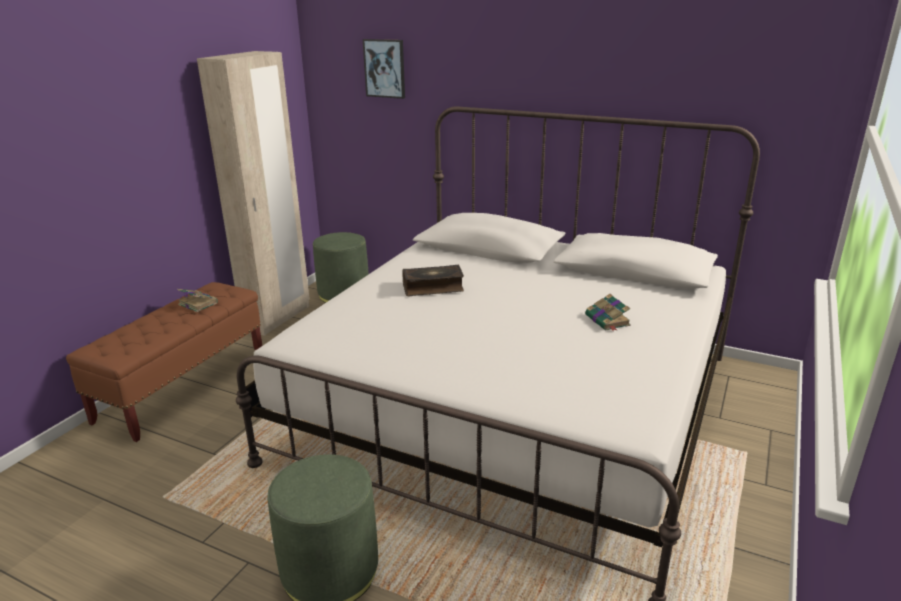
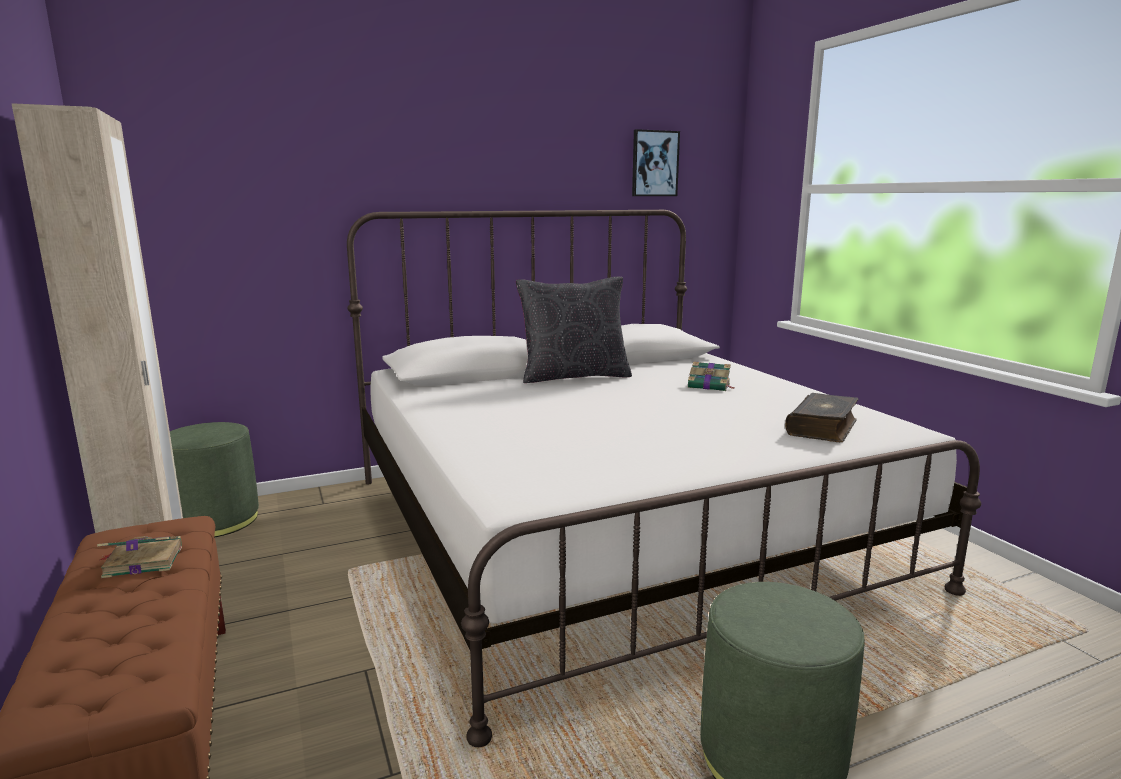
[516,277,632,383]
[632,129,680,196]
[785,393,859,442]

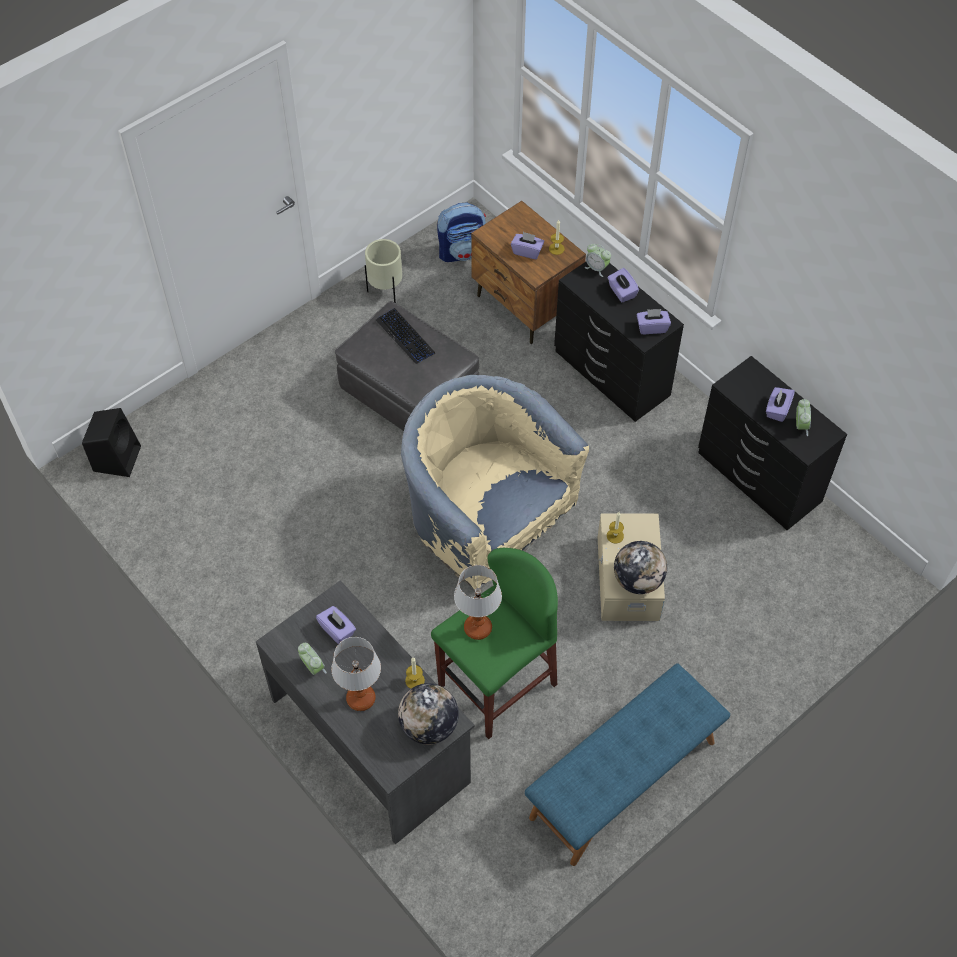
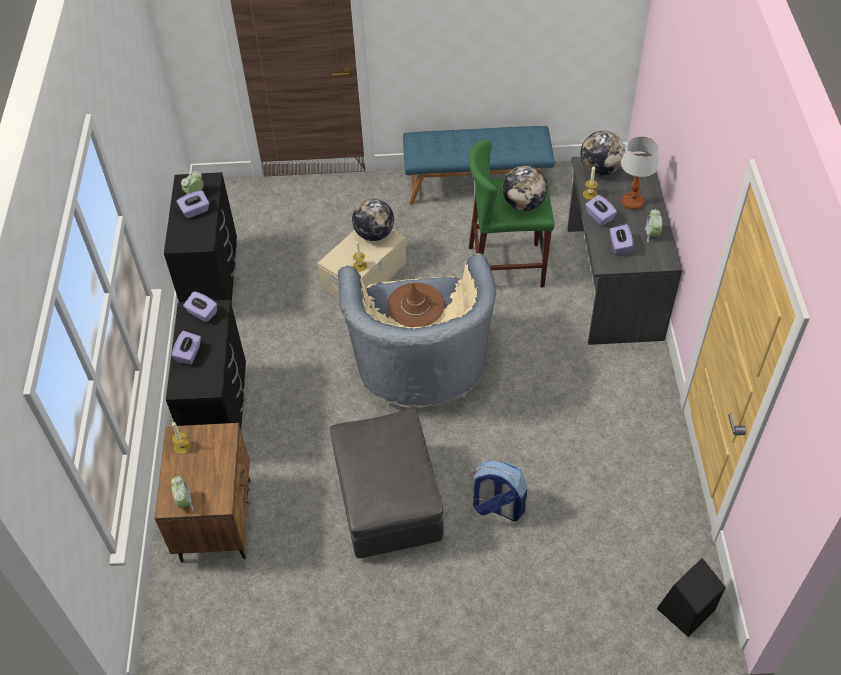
[365,239,402,303] (first image)
[376,308,435,364] (first image)
[387,283,445,327]
[473,460,527,521]
[585,195,617,226]
[171,476,194,511]
[502,165,548,211]

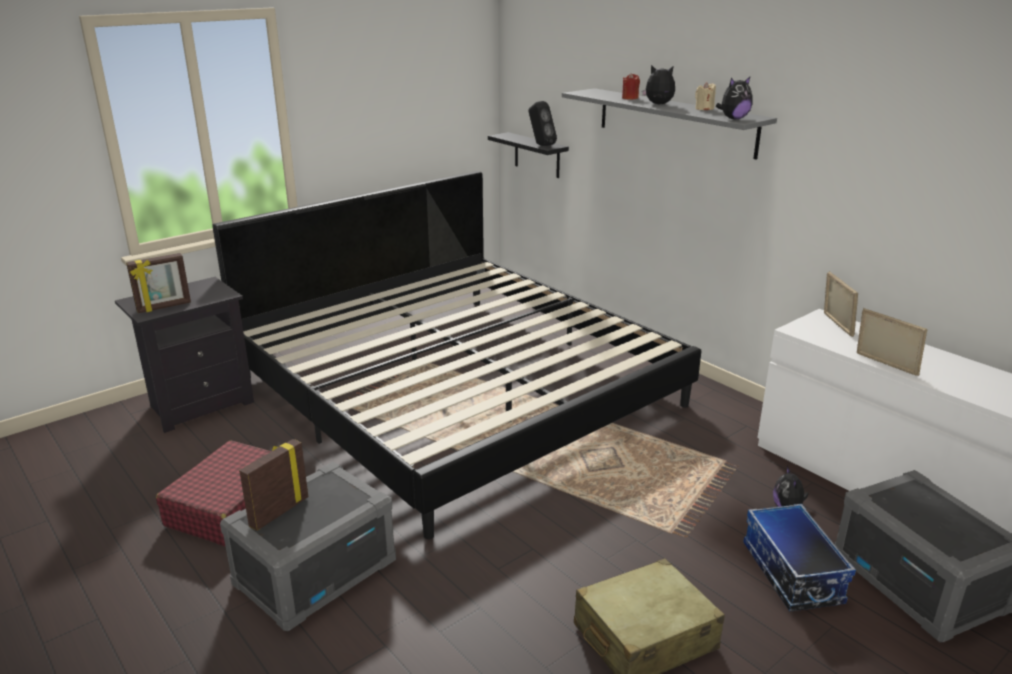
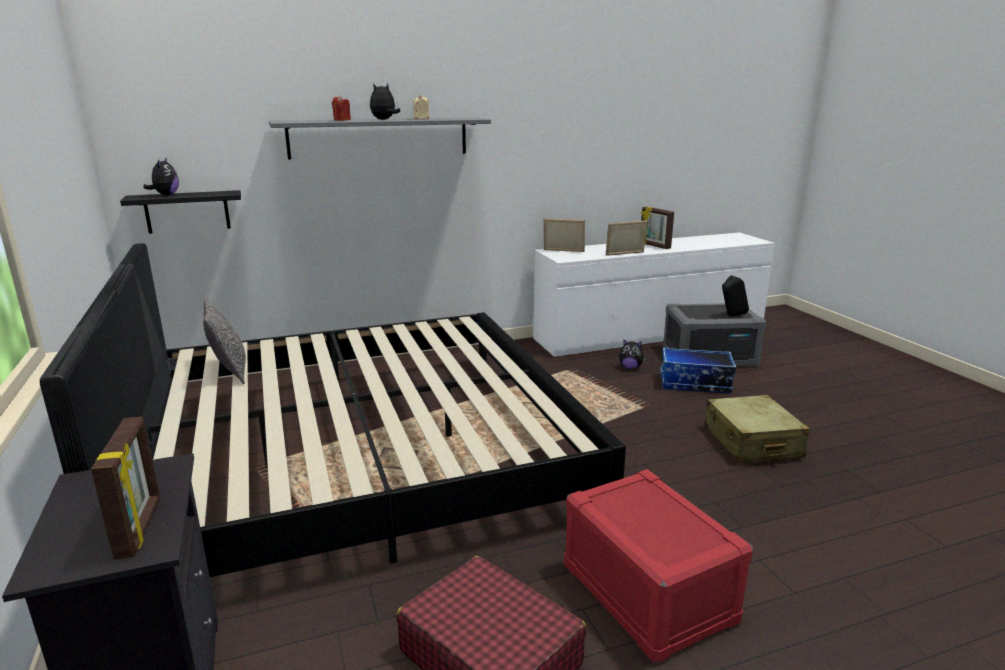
[203,298,246,384]
[641,207,674,249]
[722,275,749,317]
[143,159,179,195]
[564,469,753,663]

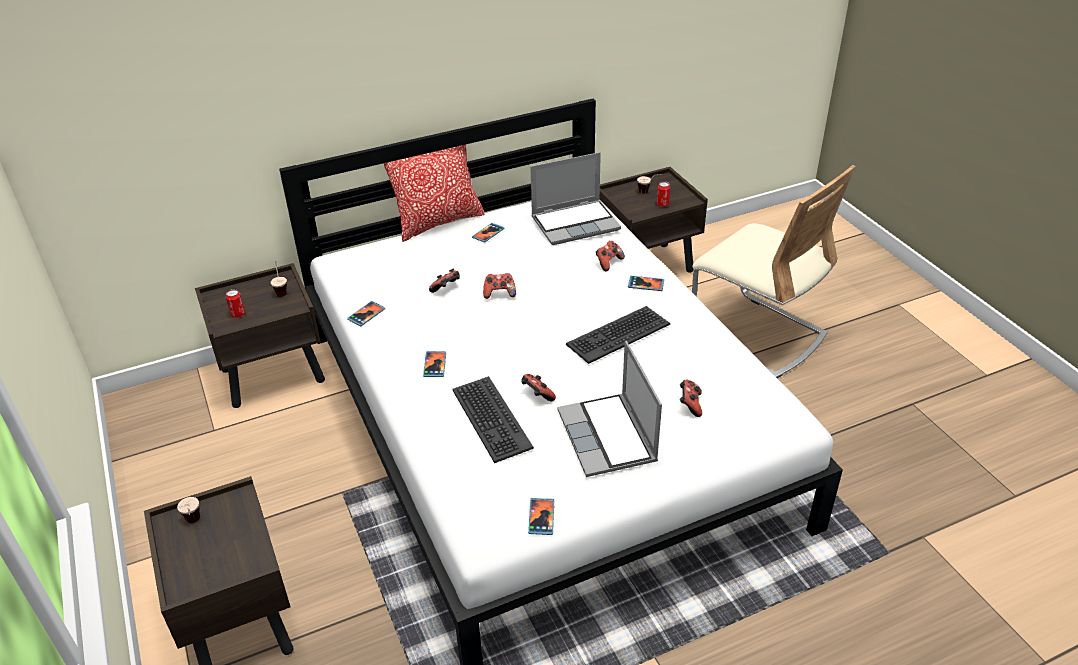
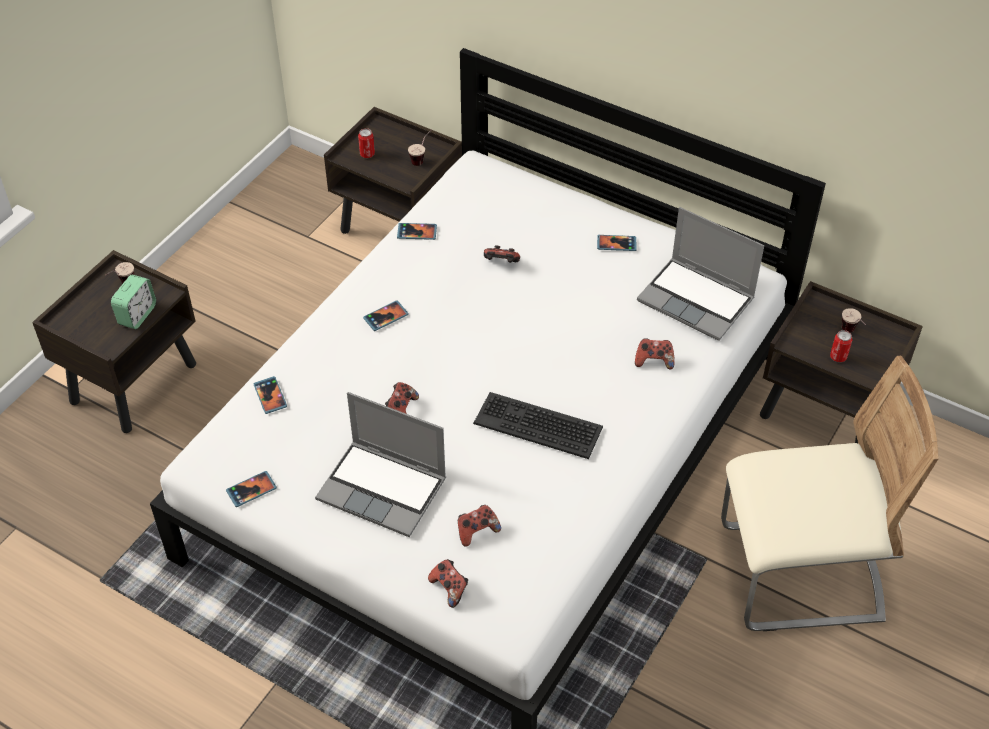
[384,144,485,242] (first image)
[452,376,534,463] (first image)
[111,275,156,329]
[428,559,468,608]
[253,376,287,414]
[315,392,446,537]
[721,356,939,631]

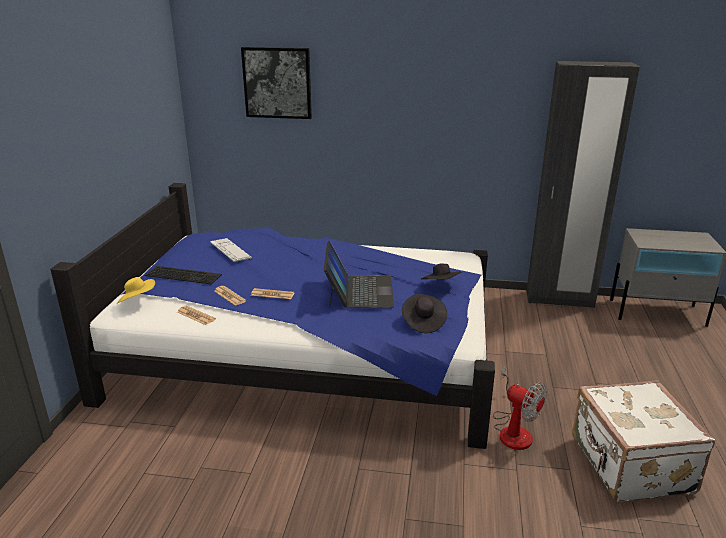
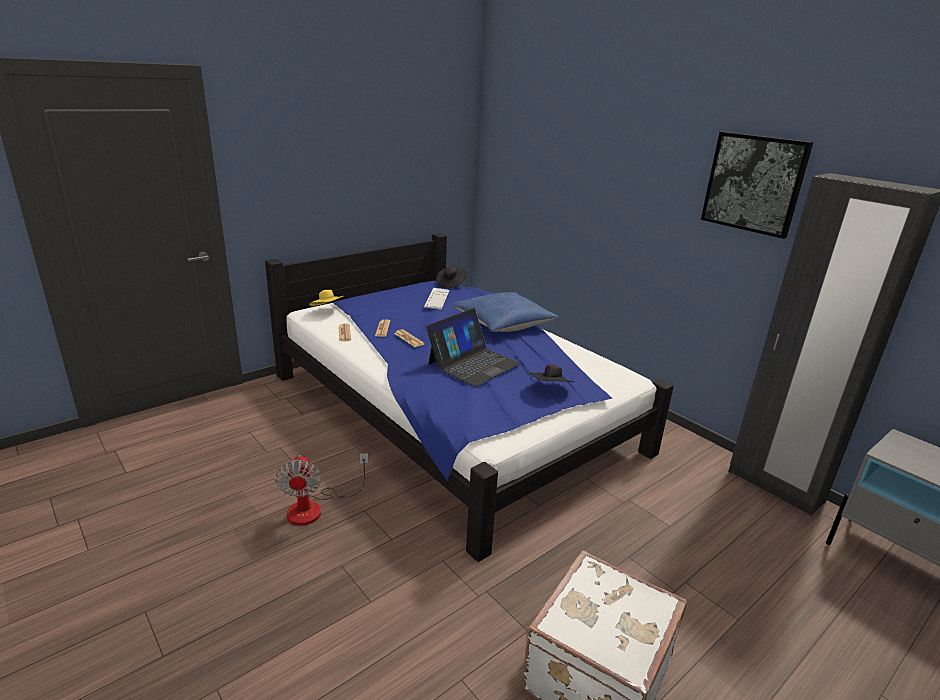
[145,266,222,285] (first image)
[453,292,558,332]
[701,132,813,239]
[436,266,467,288]
[275,453,368,525]

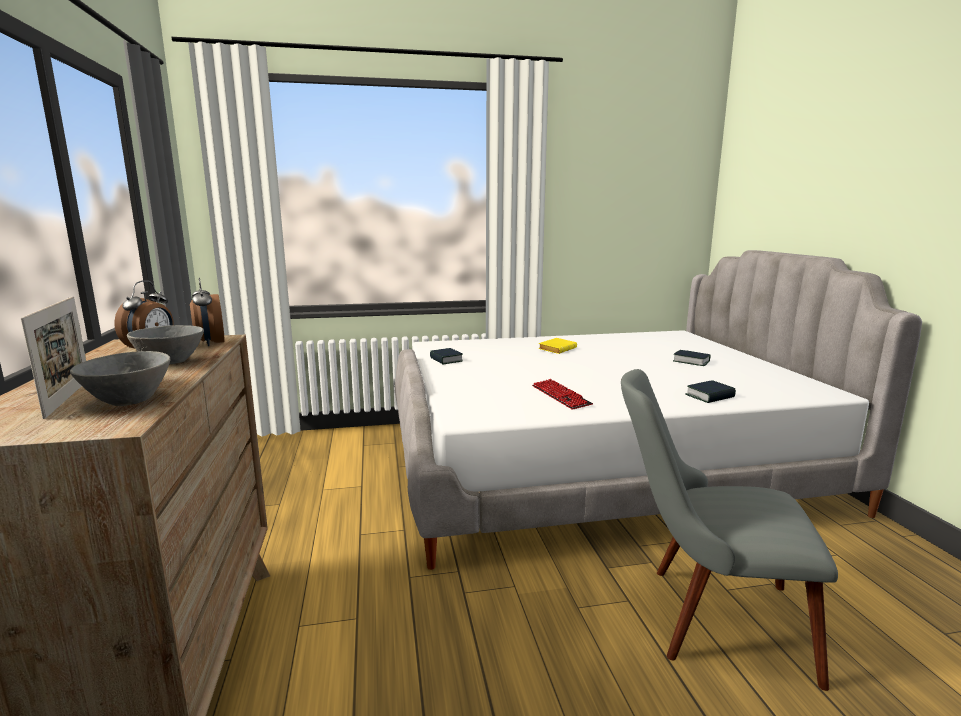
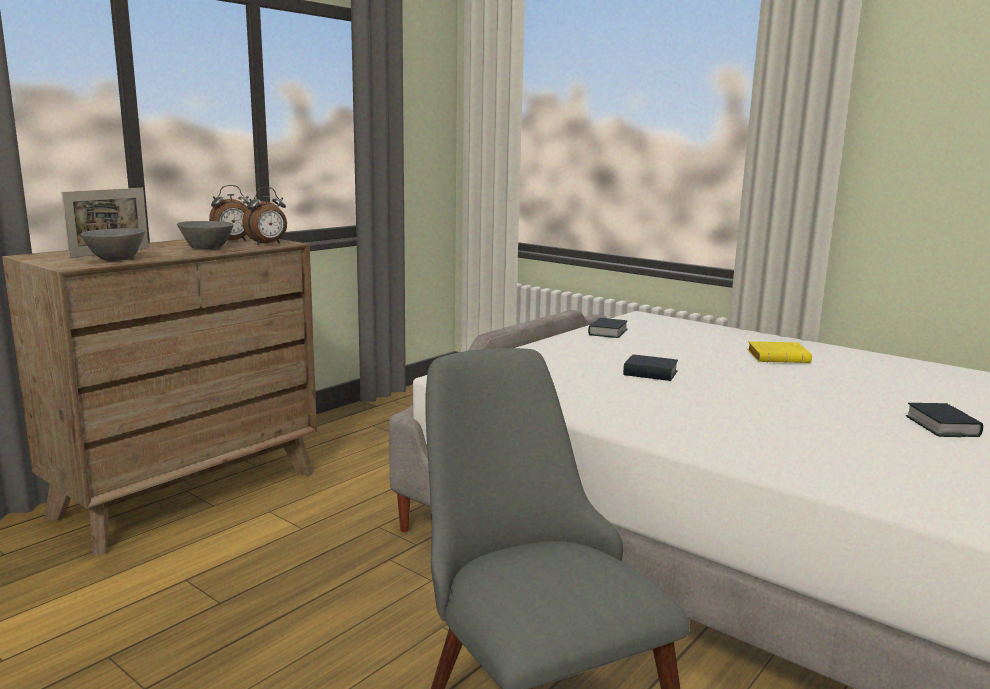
[532,379,593,410] (first image)
[623,355,678,381]
[242,187,287,245]

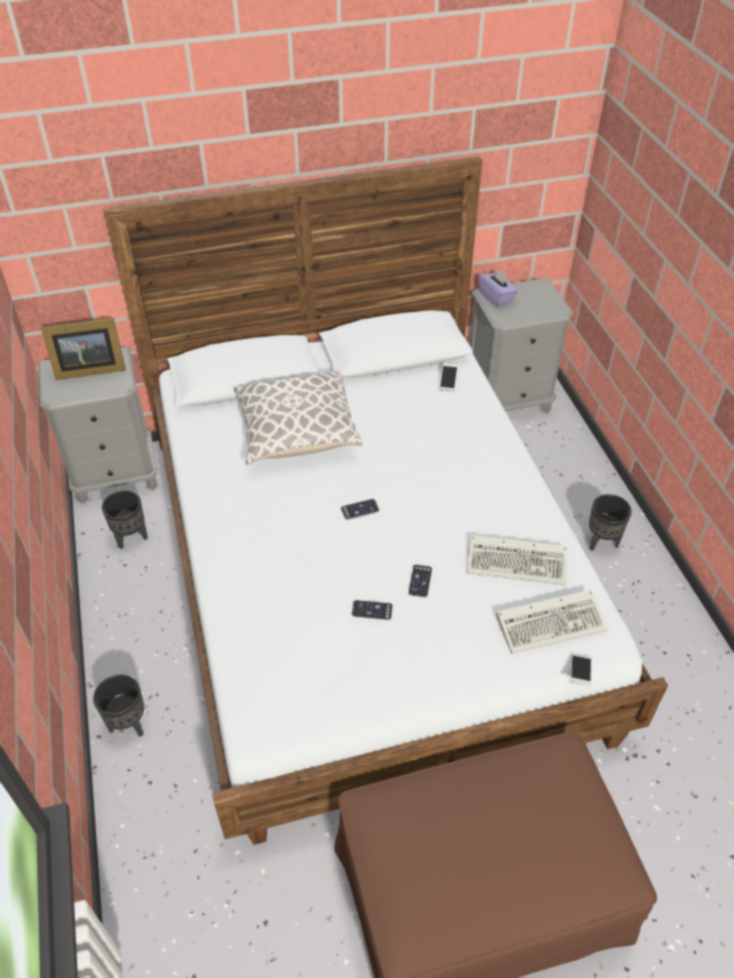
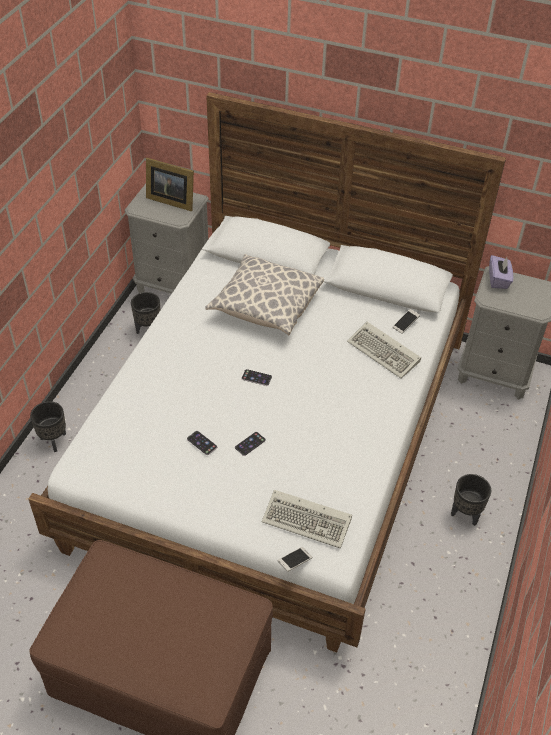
[347,322,421,379]

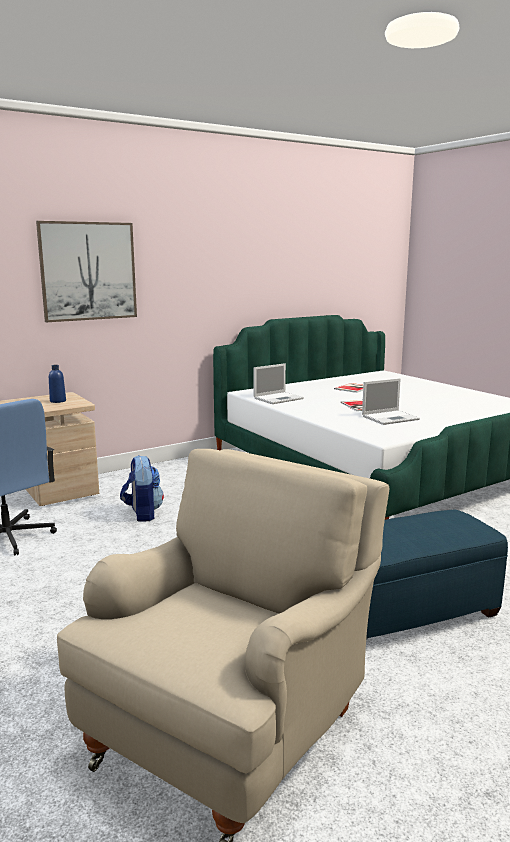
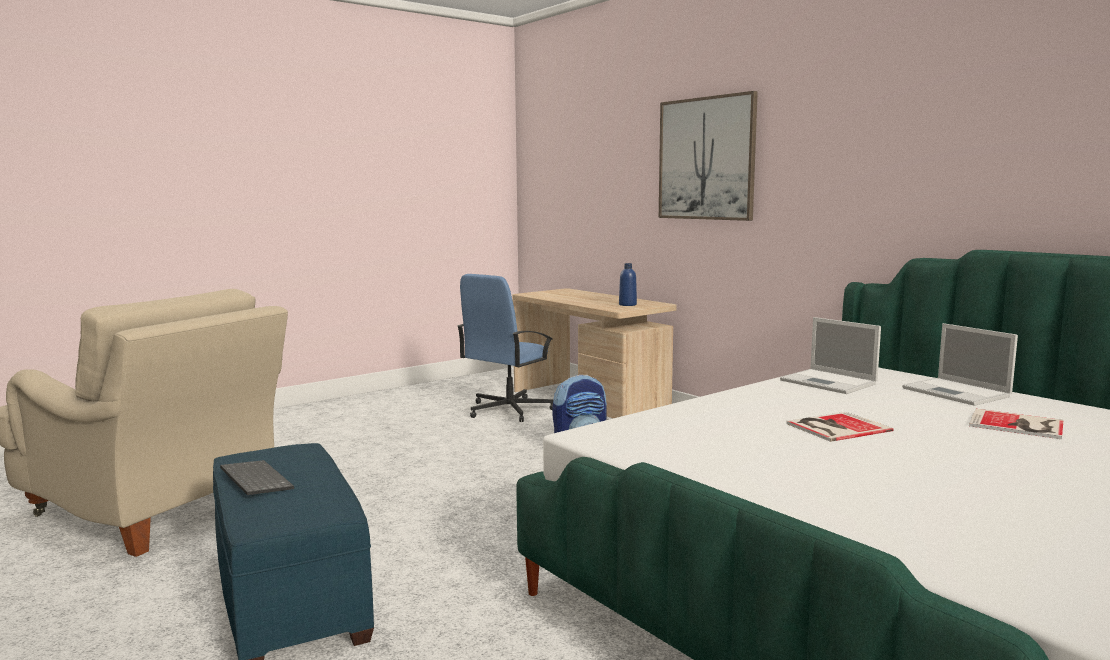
[220,460,294,495]
[902,323,1018,406]

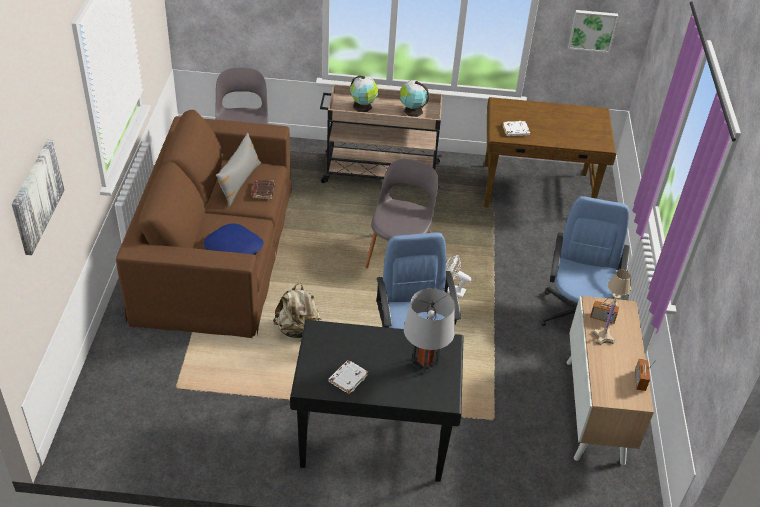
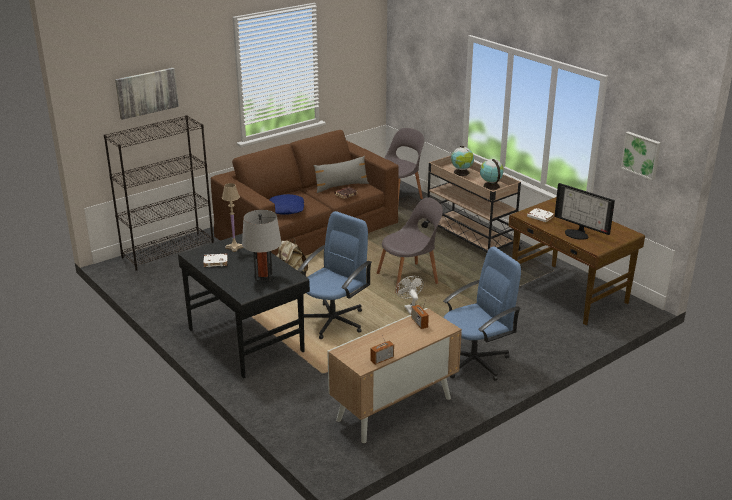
[104,115,214,271]
[554,183,615,240]
[222,183,243,252]

